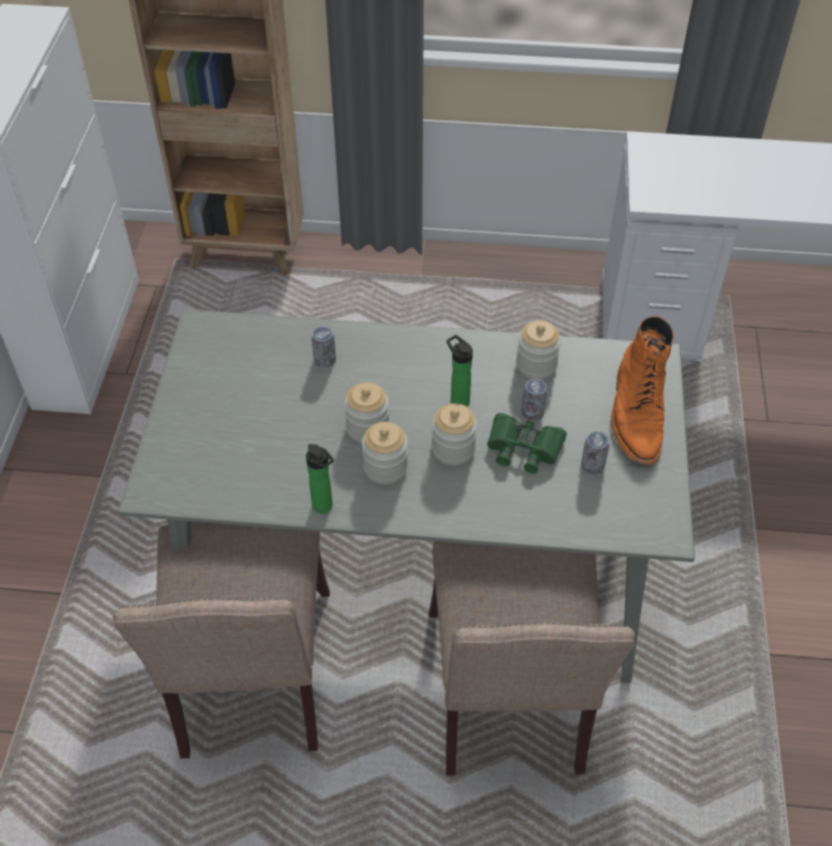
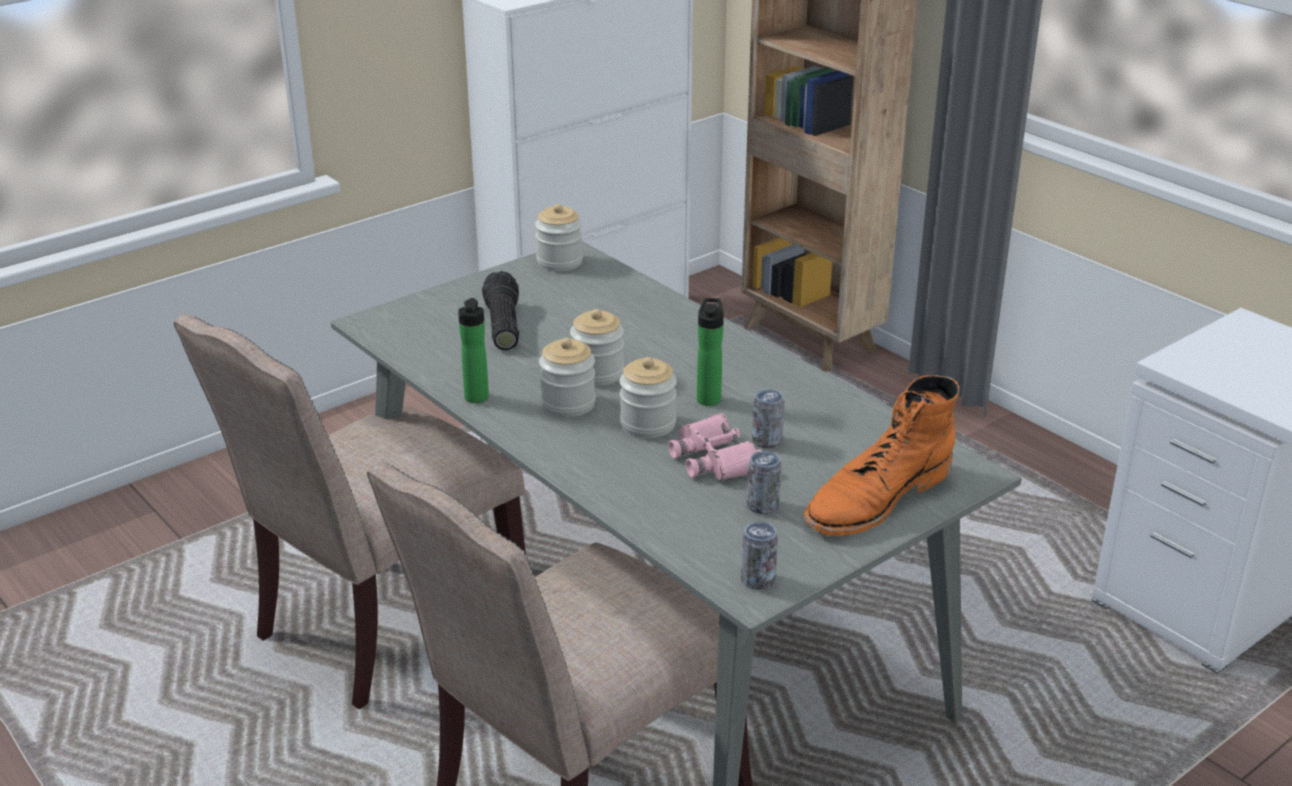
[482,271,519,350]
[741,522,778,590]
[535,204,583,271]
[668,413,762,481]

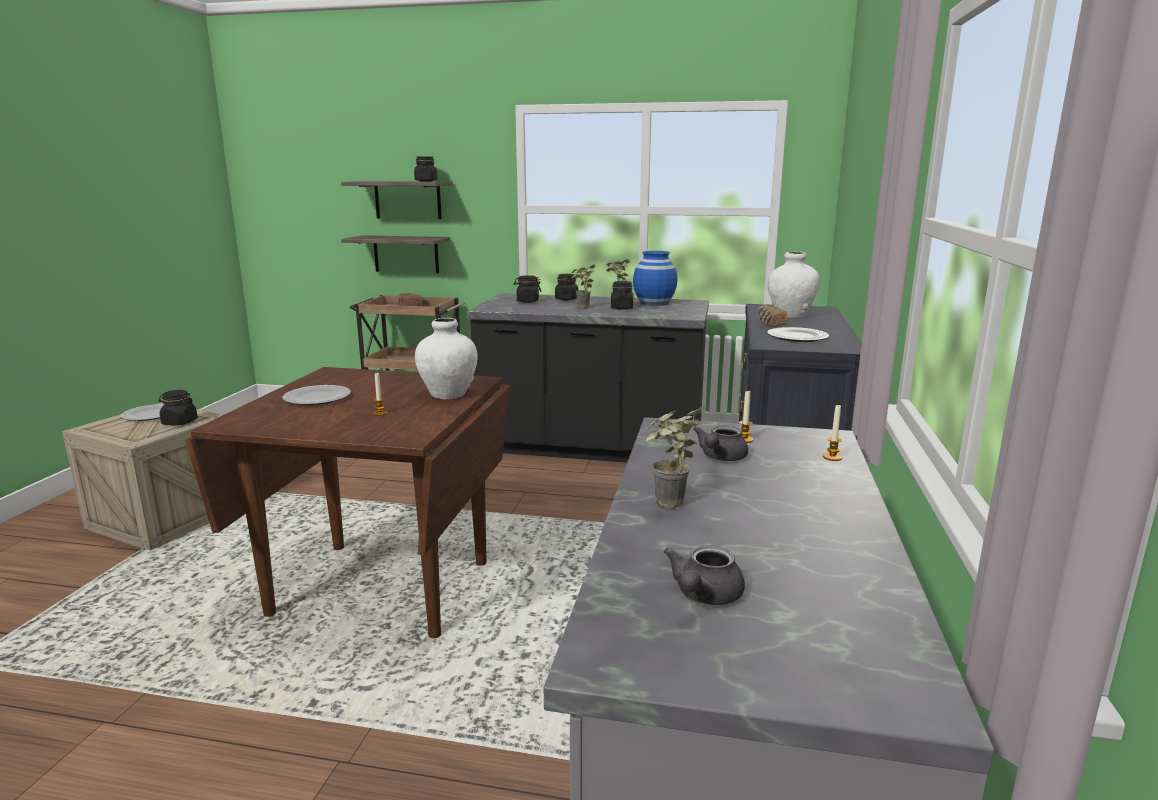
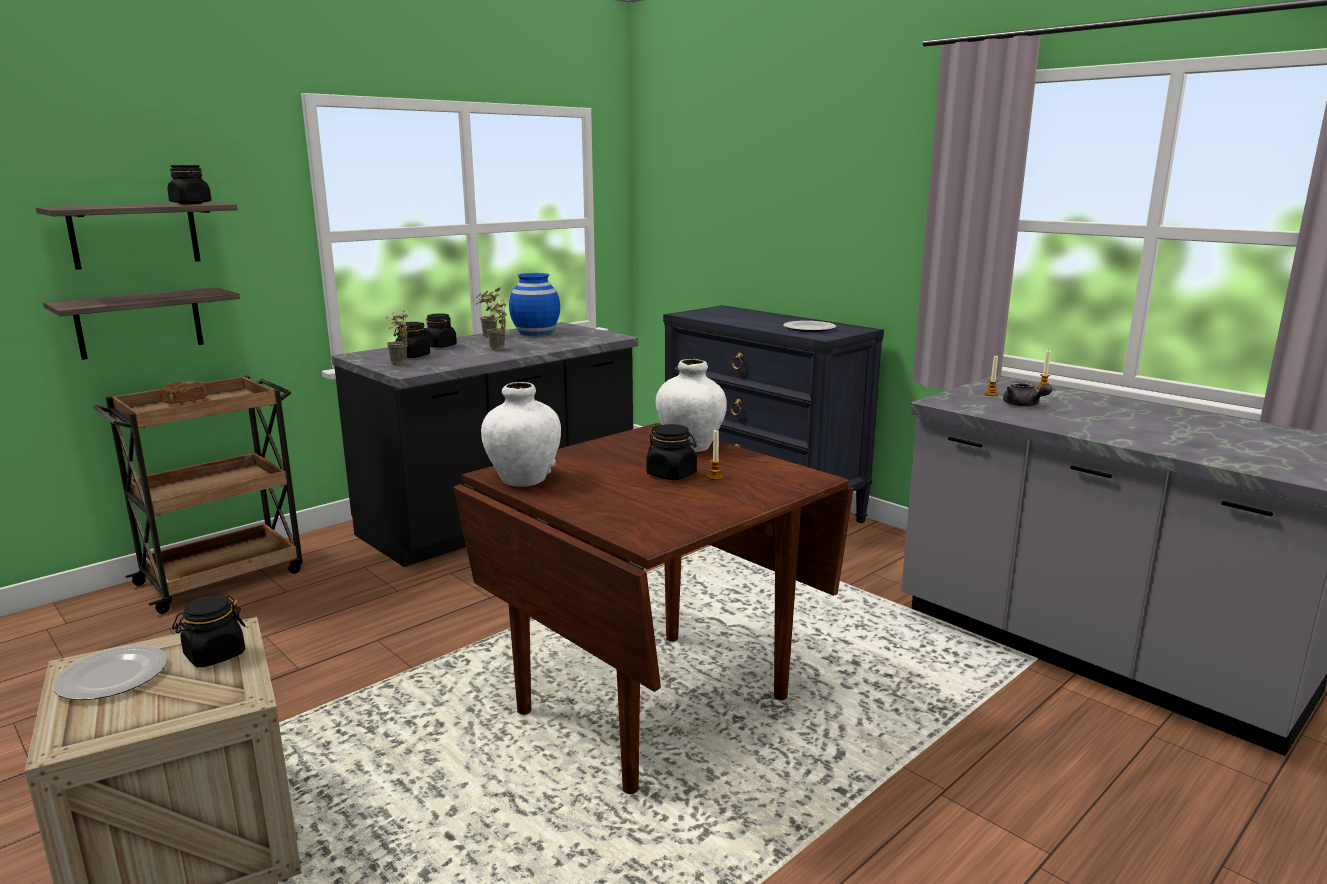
[282,385,351,405] (first image)
[664,545,745,605] (first image)
[758,306,788,327] (first image)
[646,424,697,480]
[386,306,409,365]
[481,382,561,487]

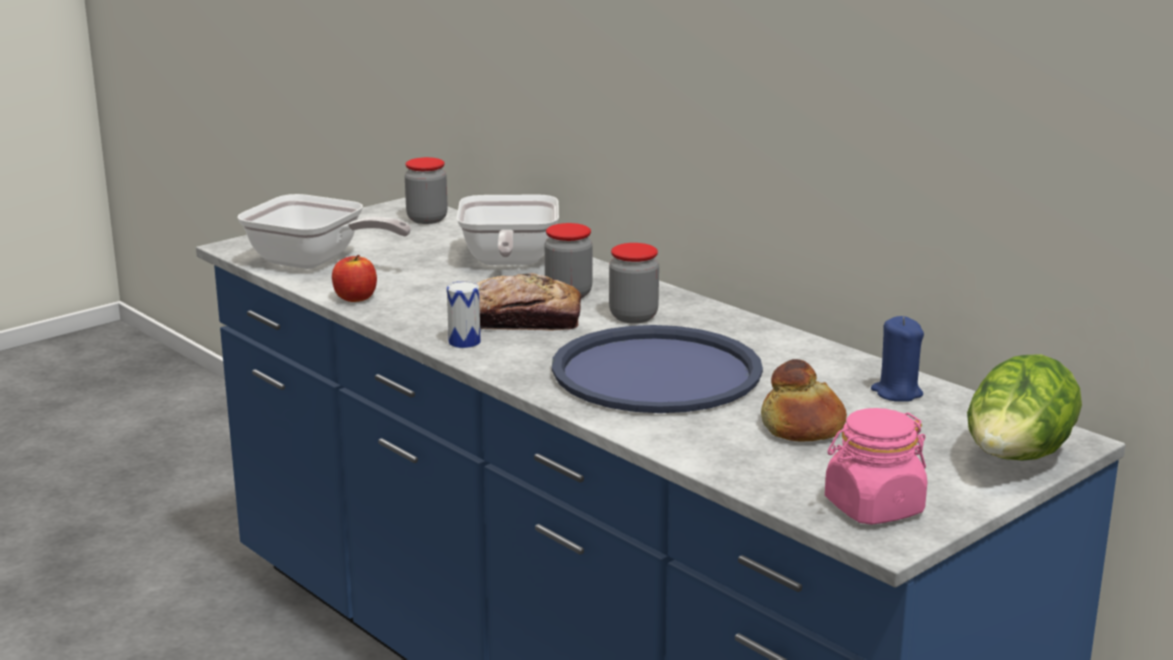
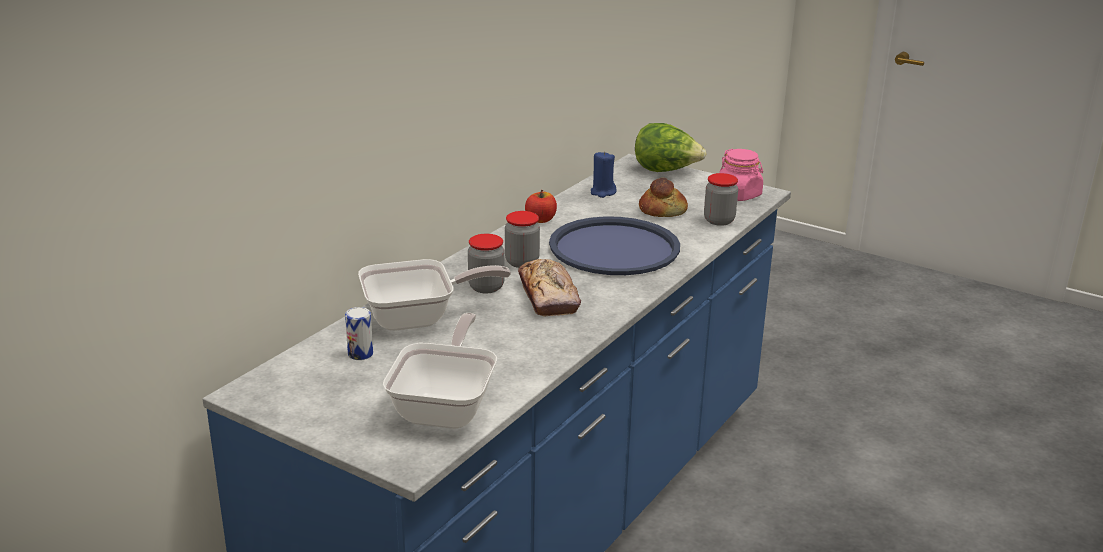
[525,190,557,223]
[704,173,738,226]
[345,307,373,360]

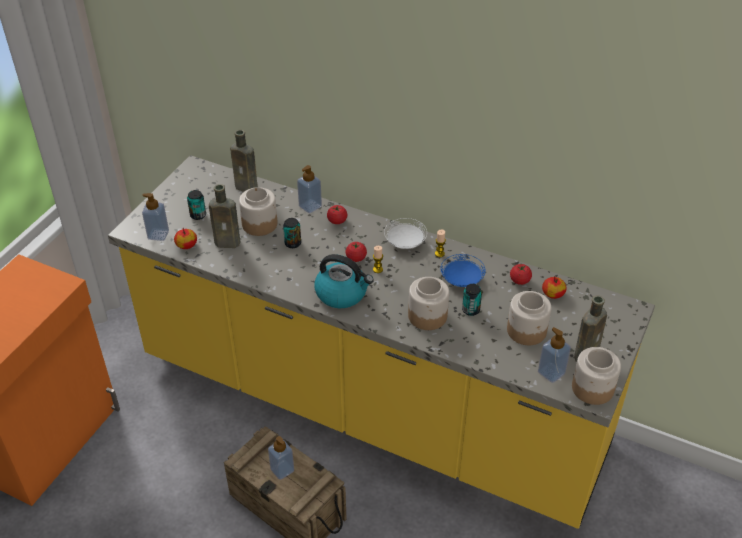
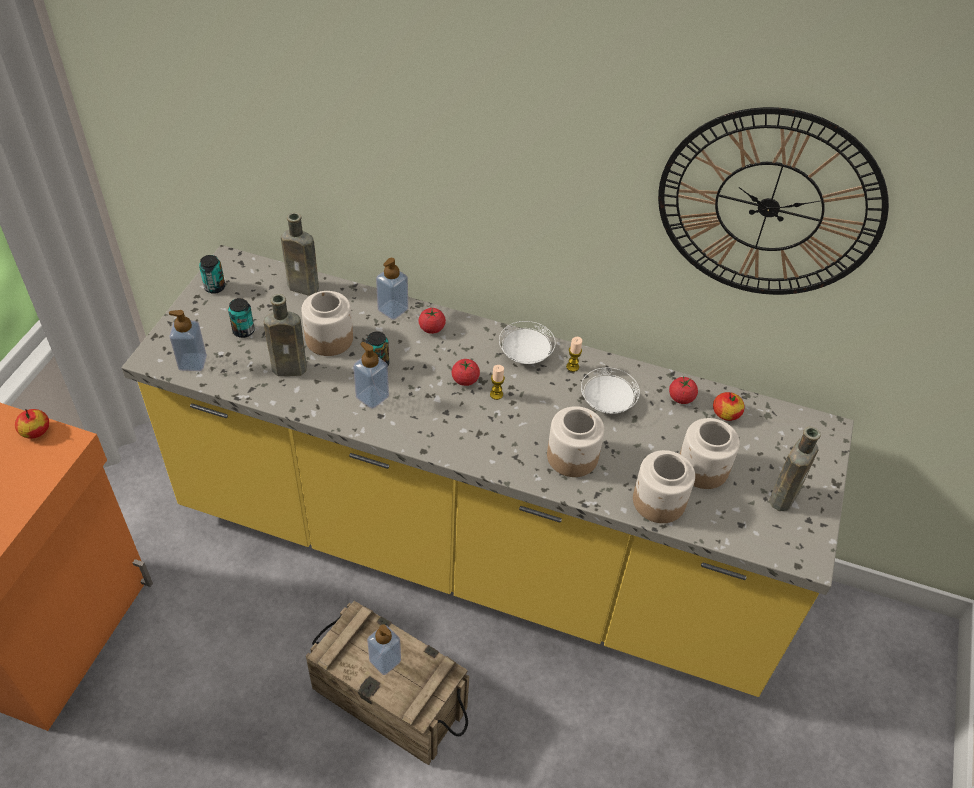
[314,254,374,308] (first image)
[658,107,889,295]
[15,409,49,439]
[199,255,225,294]
[353,342,389,409]
[633,450,695,523]
[581,368,640,414]

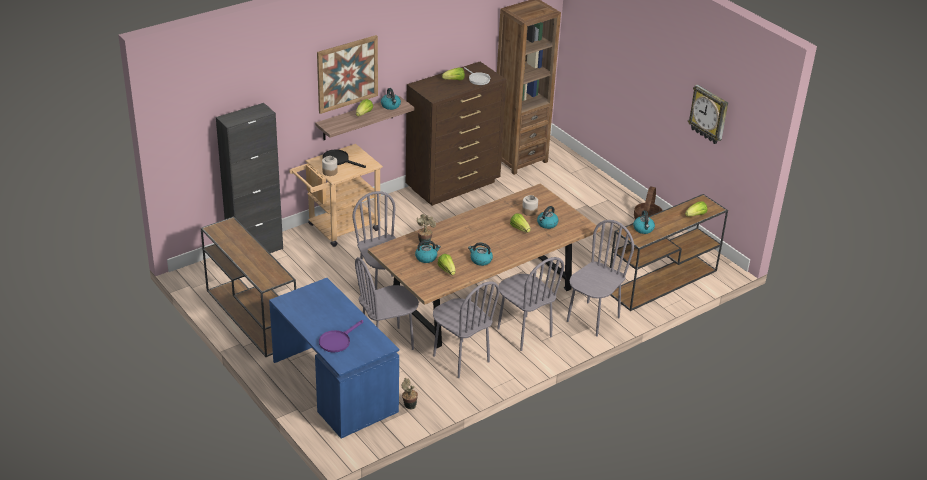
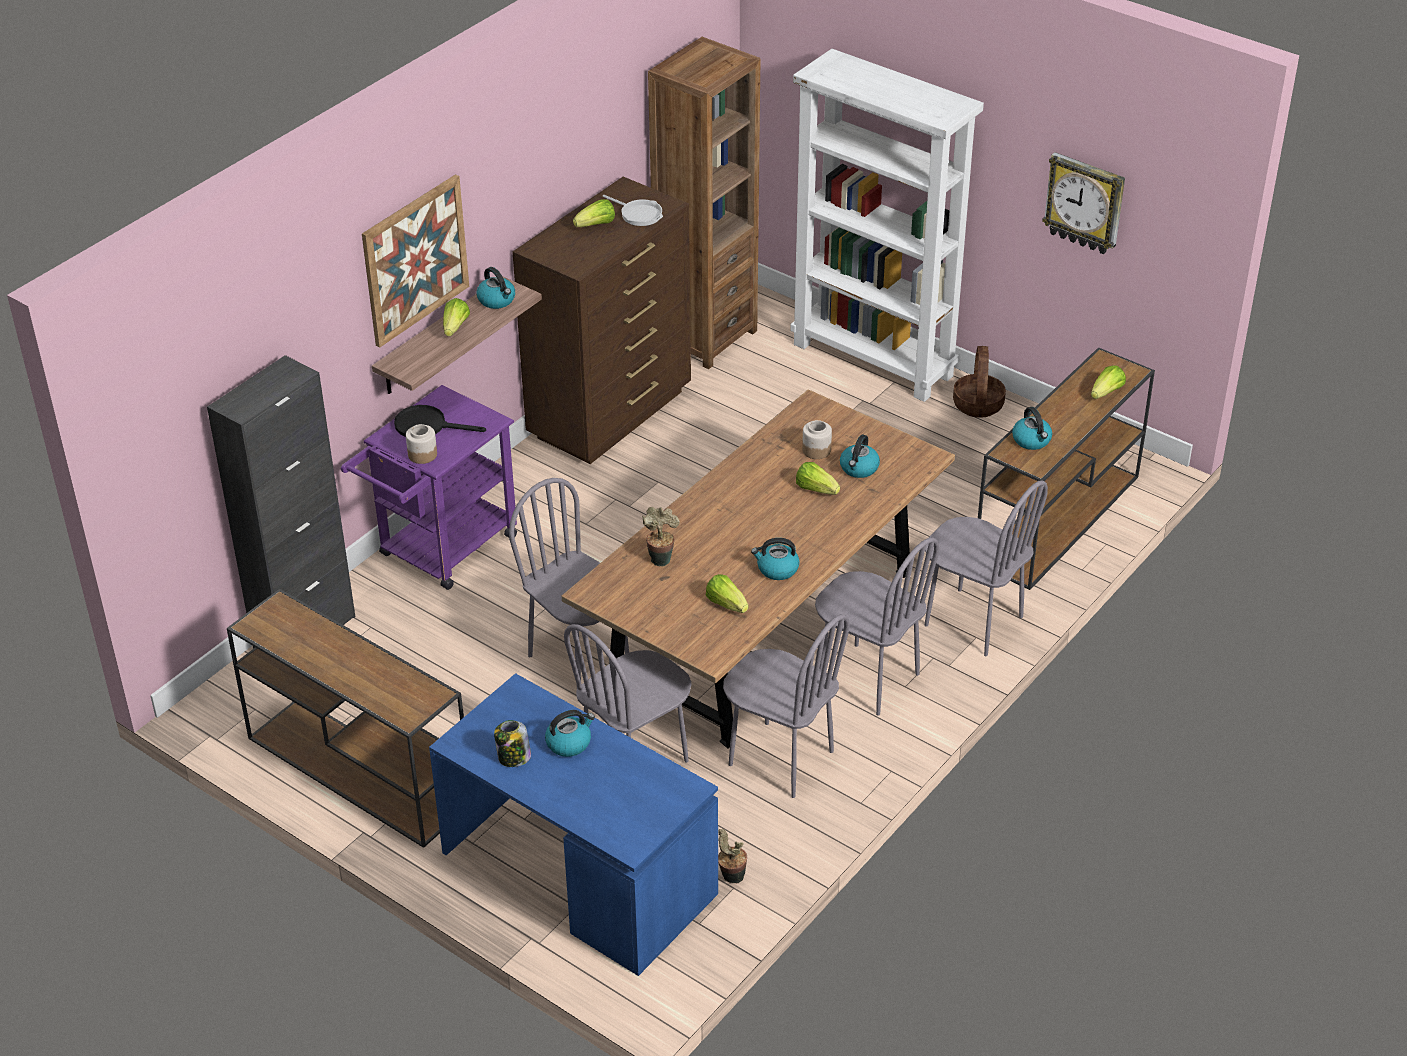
[319,320,363,353] (first image)
[494,720,531,767]
[790,49,984,402]
[545,710,595,757]
[341,385,517,590]
[925,480,1048,656]

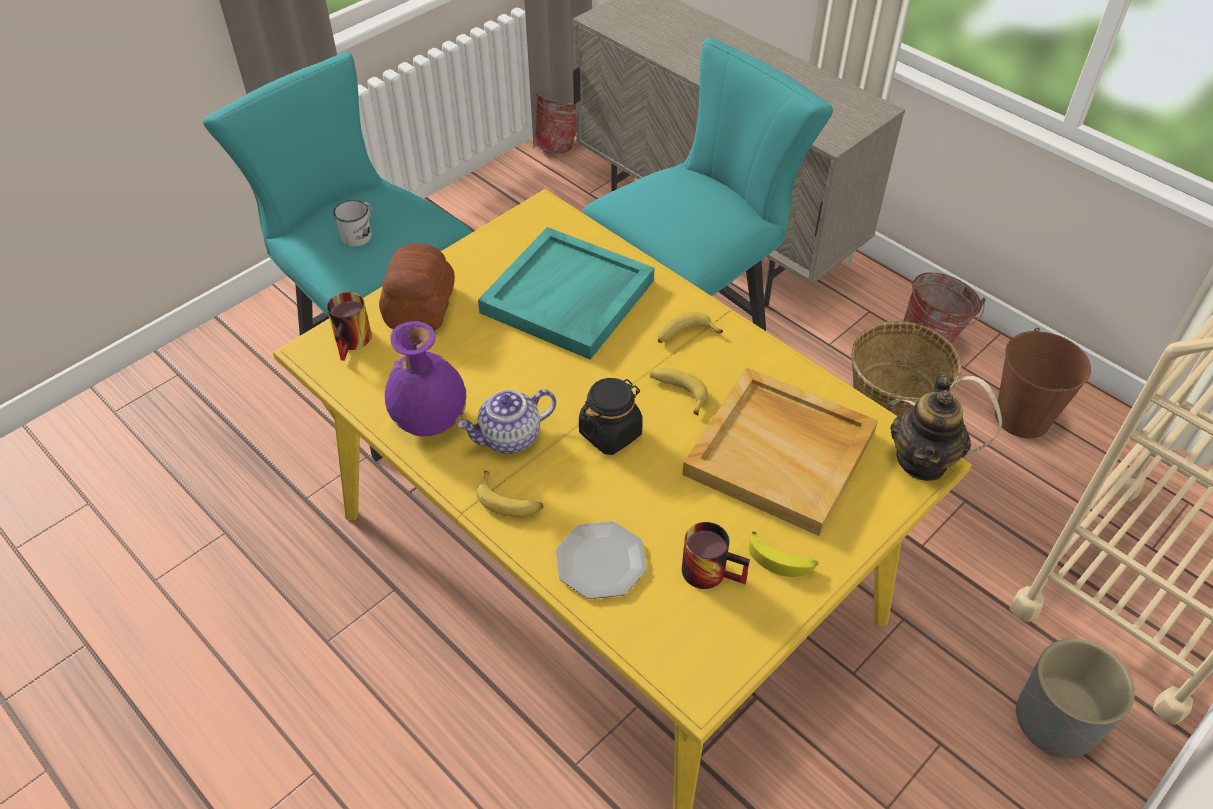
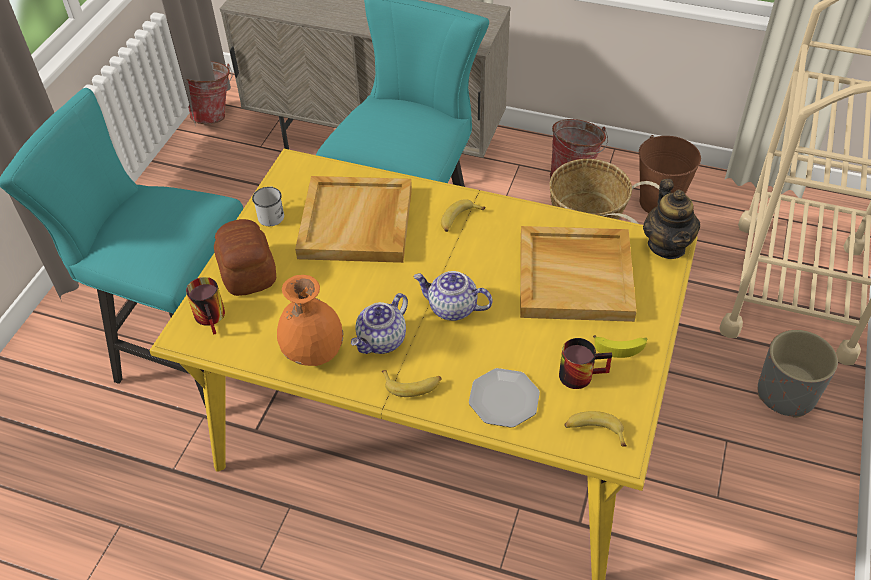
[252,187,284,226]
[564,411,627,447]
[413,271,493,321]
[277,275,343,366]
[295,176,412,263]

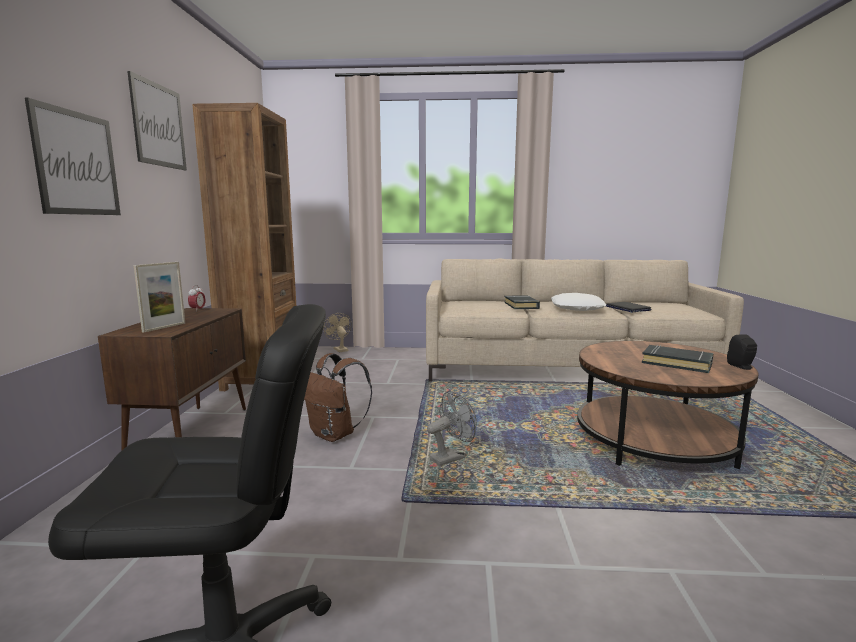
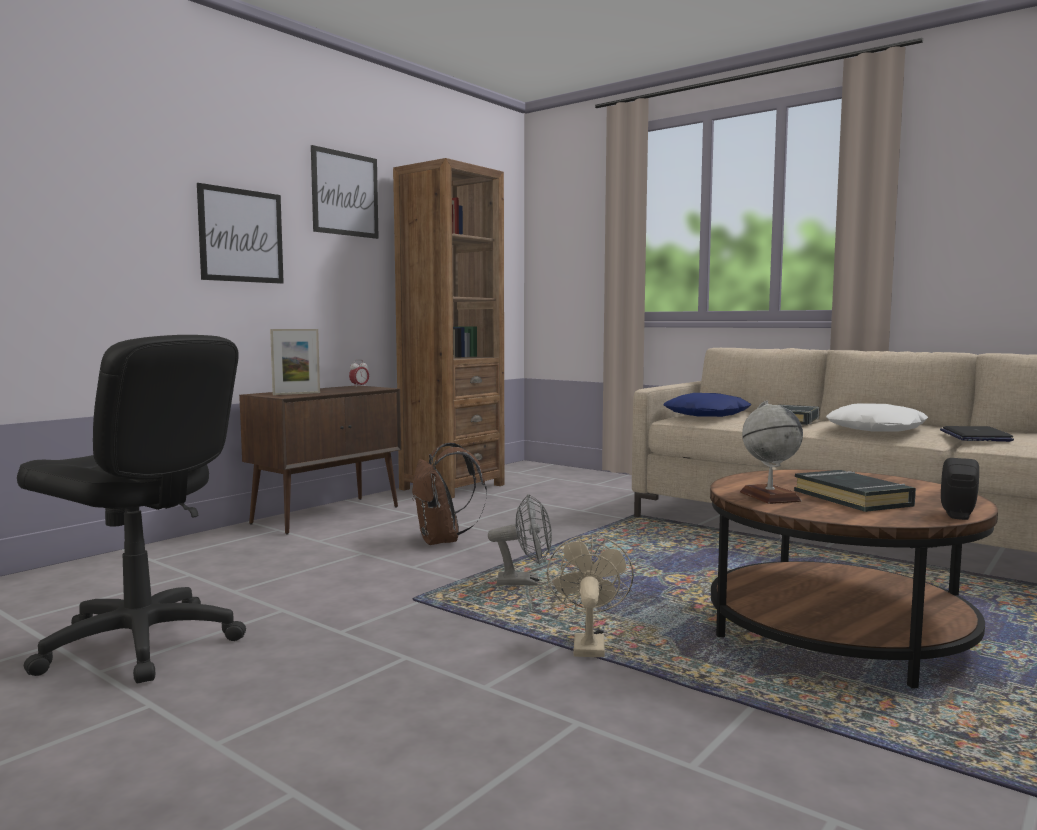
[663,393,751,417]
[740,400,803,504]
[547,535,634,657]

